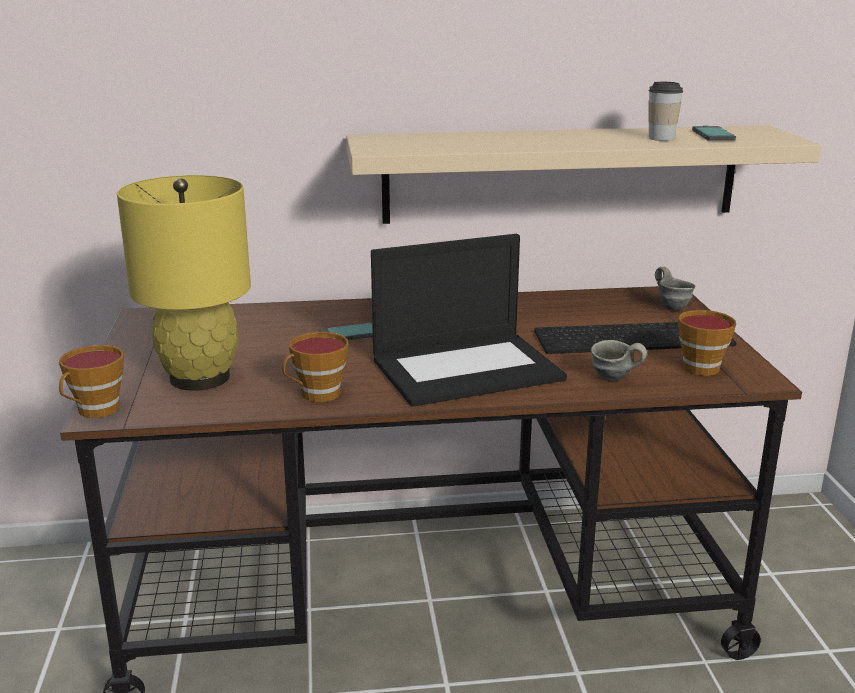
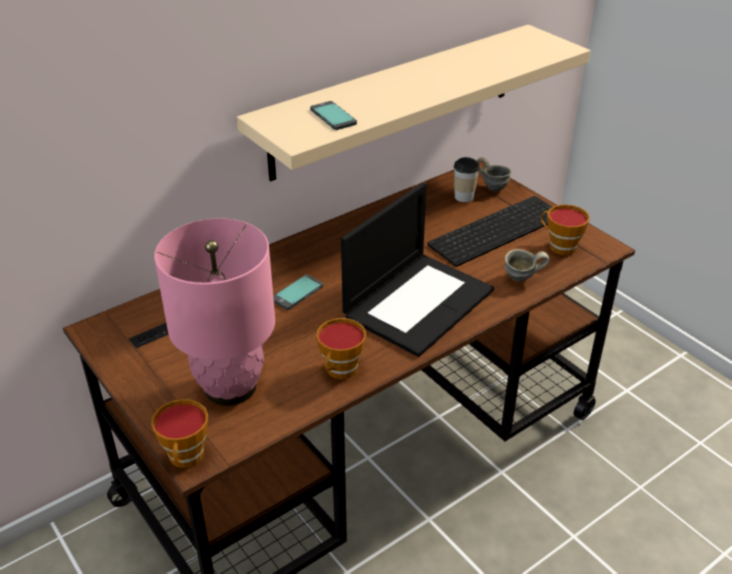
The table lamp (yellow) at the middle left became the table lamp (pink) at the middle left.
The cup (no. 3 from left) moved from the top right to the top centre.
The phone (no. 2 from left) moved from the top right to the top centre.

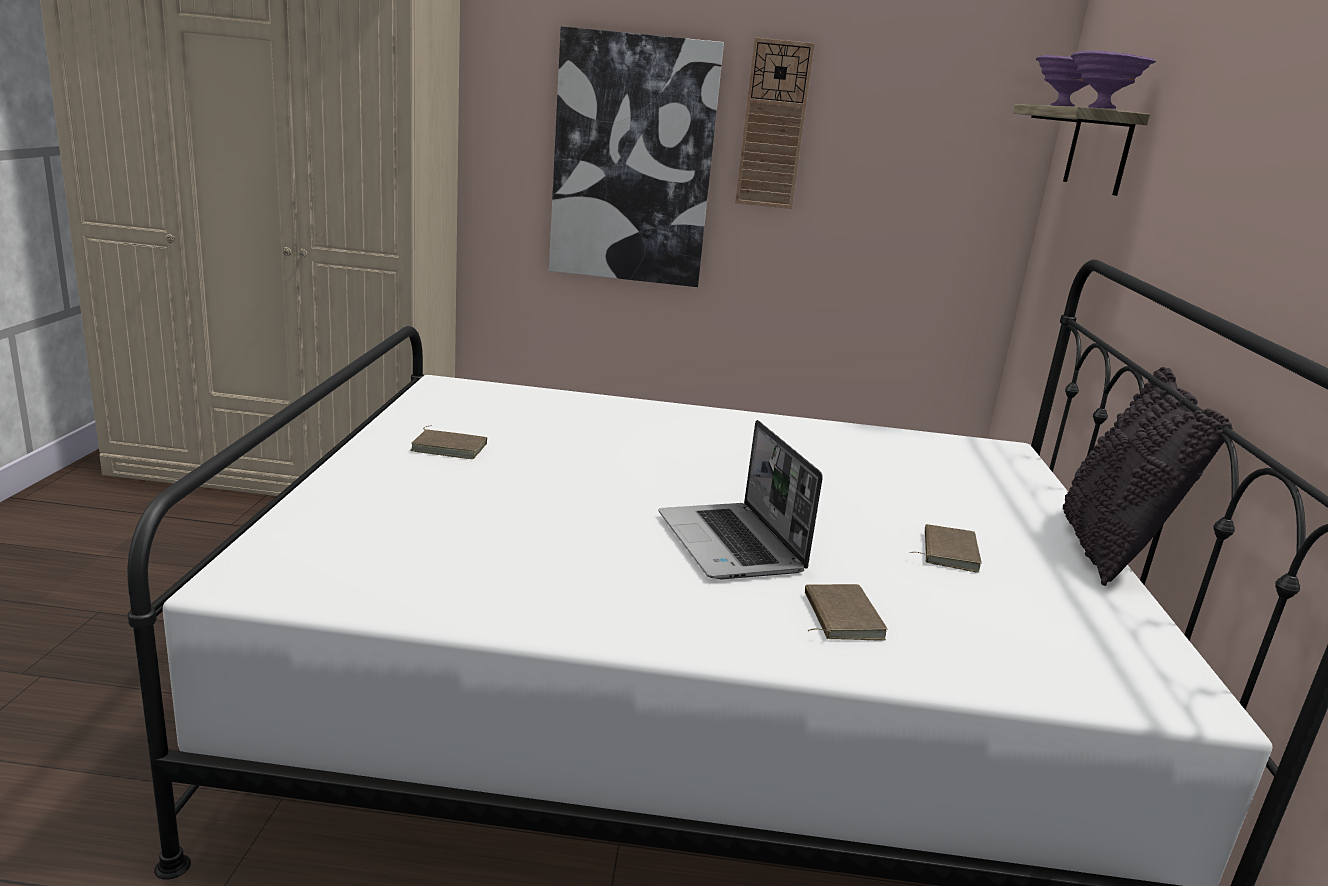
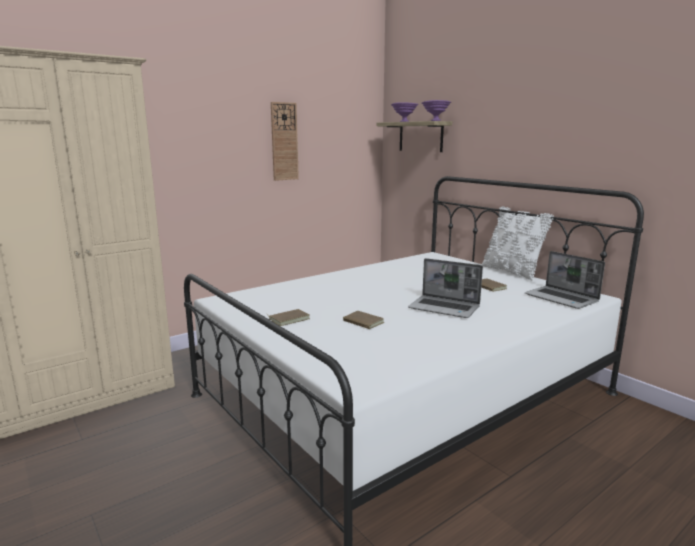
The picture at the top centre disappeared.
The book (brown) (no. 2 from left) moved from the bottom centre to the centre.
The pillow (black) at the middle right became the pillow (white) at the middle right.
The laptop (no. 2 from left) at the middle right appeared.

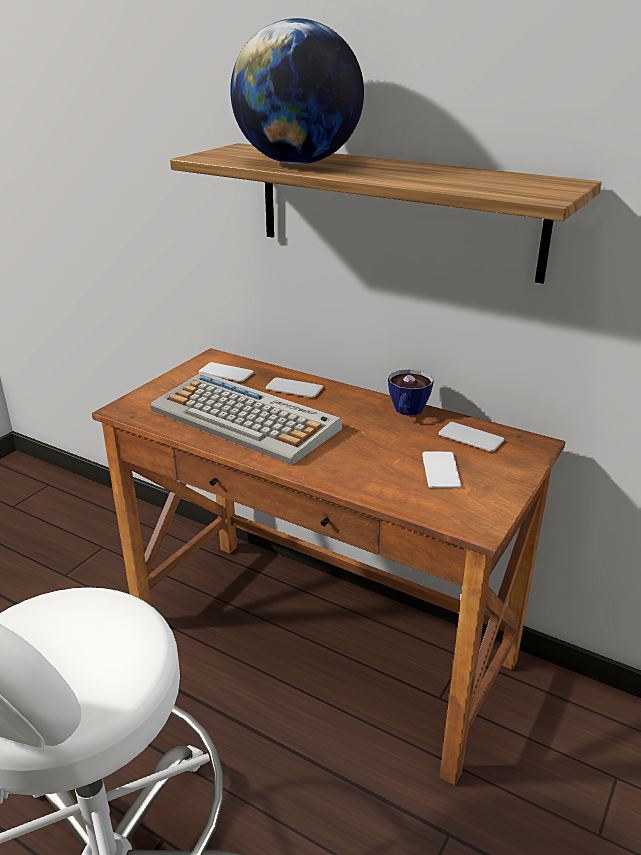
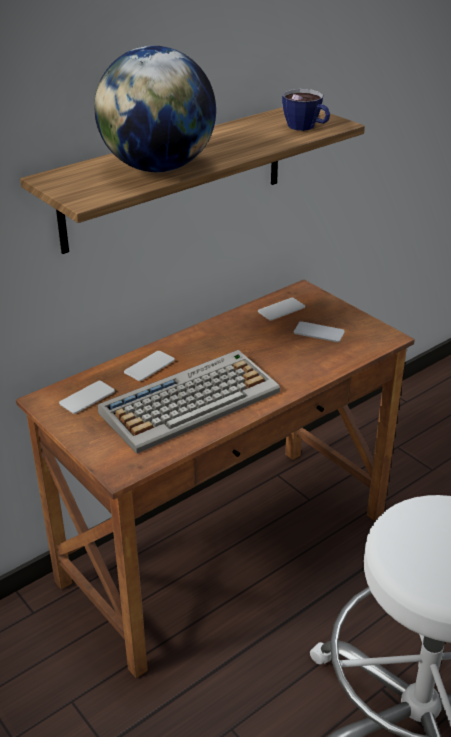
The cup moved from the centre to the top right.

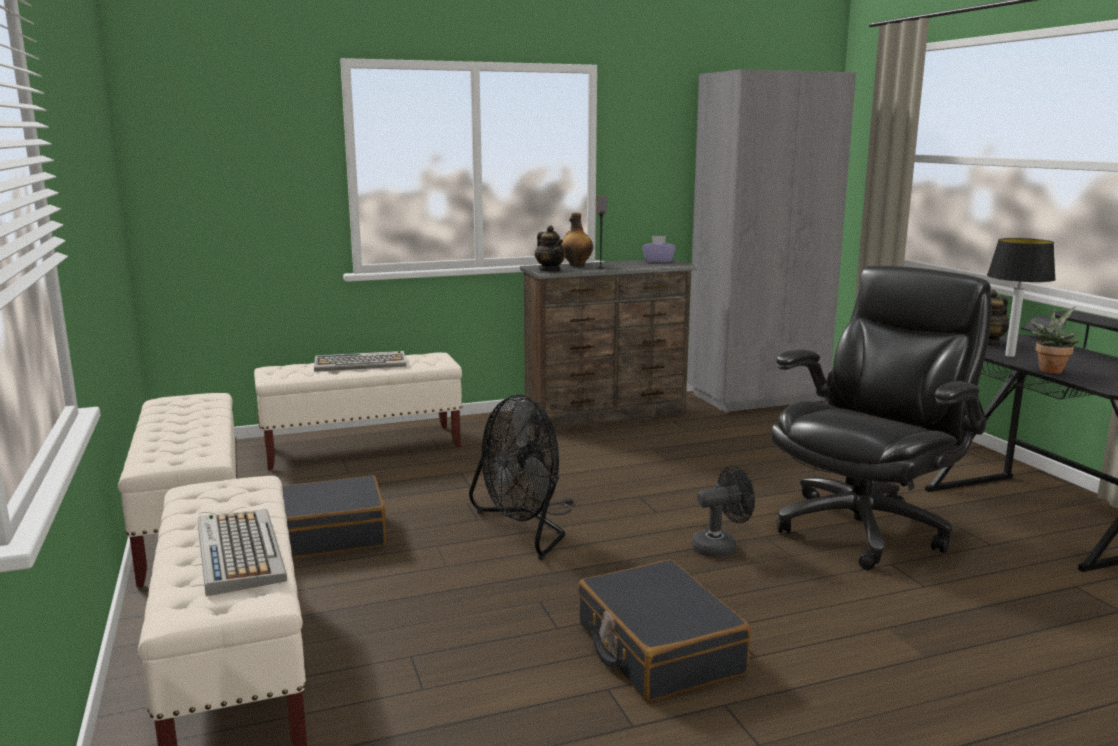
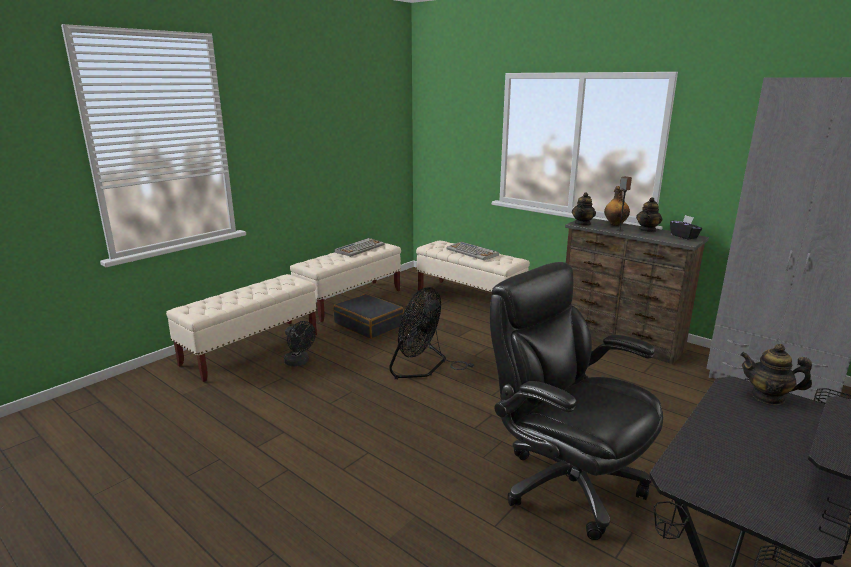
The keyboard (no. 1 from left) moved from the bottom left to the centre.
The suitcase (black) (no. 2 from left) at the bottom centre disappeared.
The tissue box (purple) at the centre became the tissue box (black) at the middle right.
The fan (black) (no. 2 from left in the first image) moved from the bottom centre to the centre.
The office chair (black) at the middle right turned 150 degrees counterclockwise.
The table lamp at the middle right disappeared.
The potted plant at the middle right disappeared.
The teapot (no. 2 from left) at the middle right appeared.

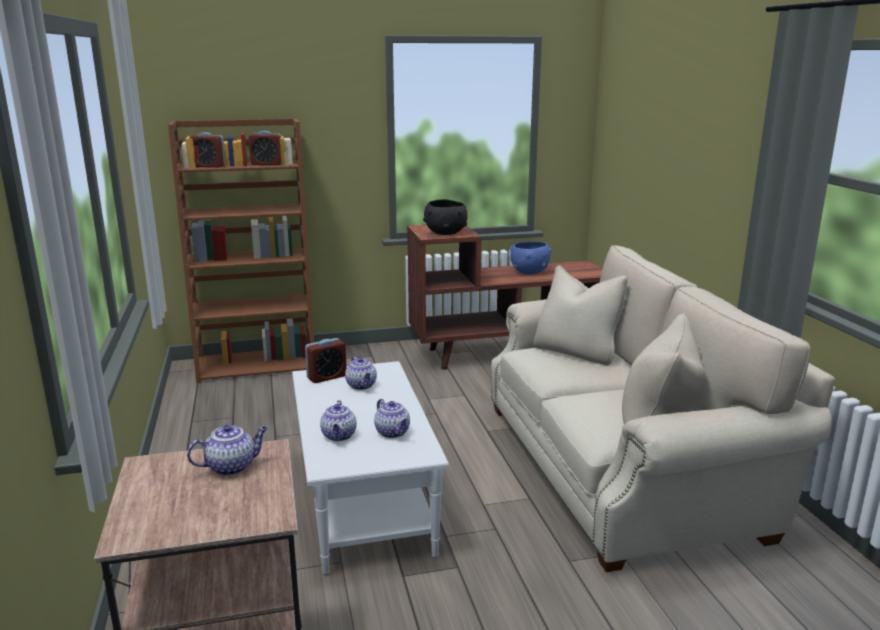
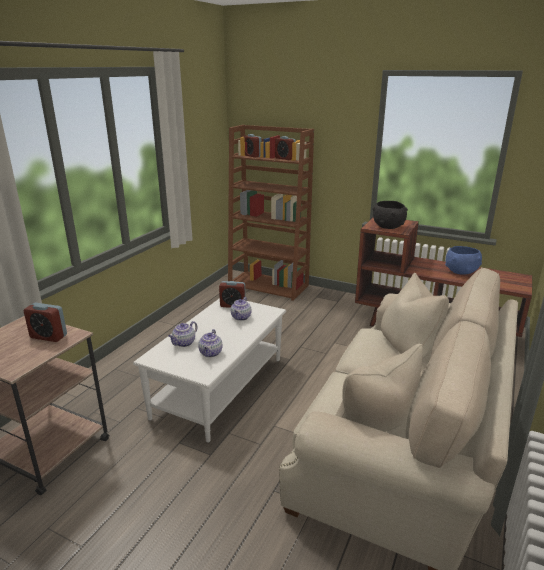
The teapot (no. 1 from left) at the bottom left was replaced by the alarm clock (no. 1 from left) at the middle left.

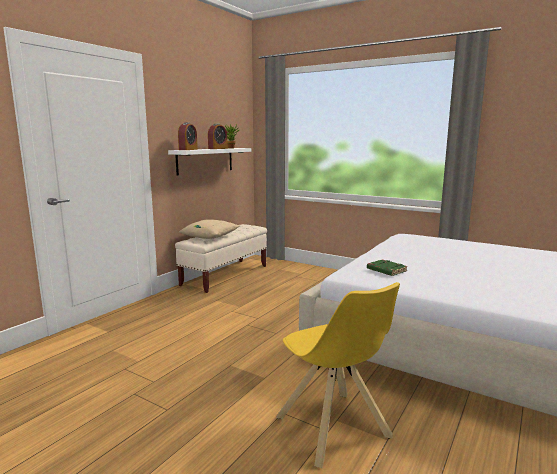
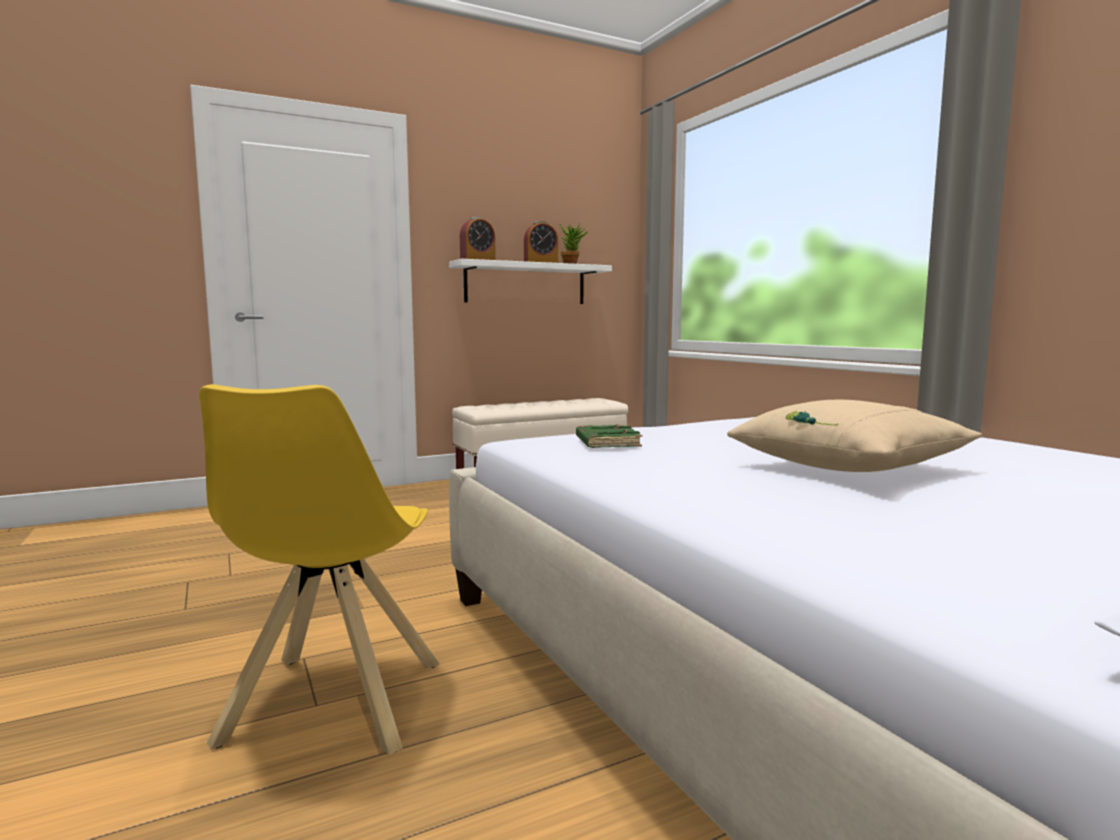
The pillow (beige) moved from the centre to the middle right.

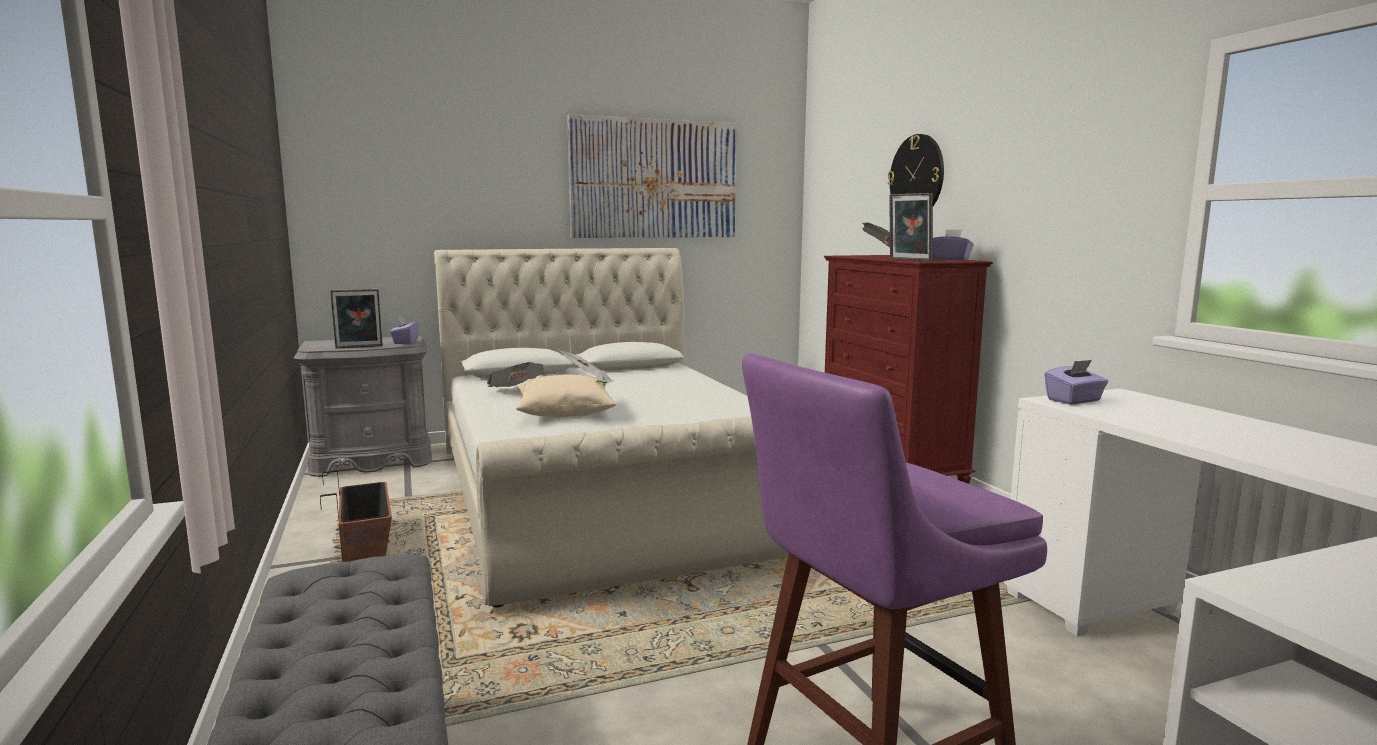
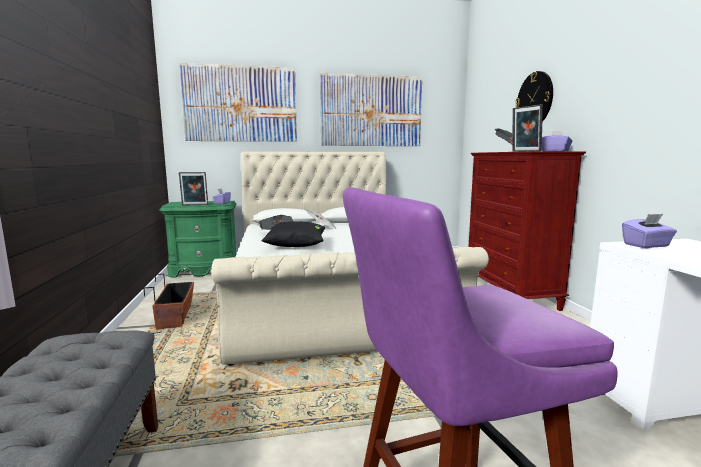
The nightstand (grey) at the middle left became the nightstand (green) at the middle left.
The pillow (beige) at the centre became the pillow (black) at the centre.
The picture (no. 1 from left) at the top centre appeared.

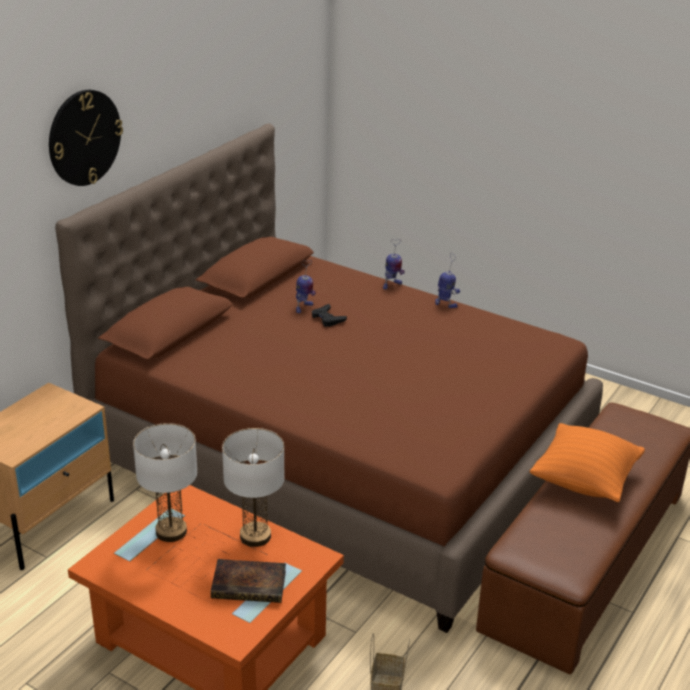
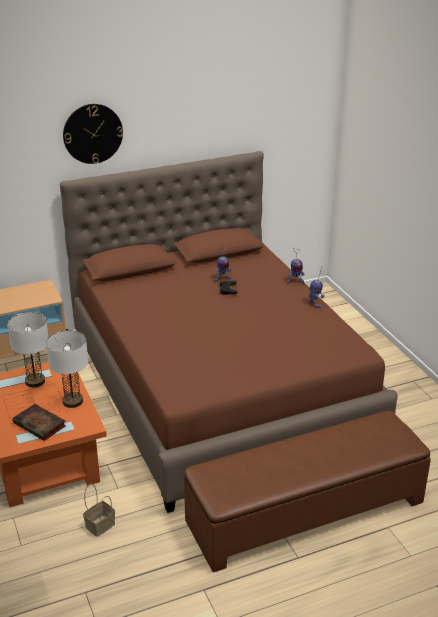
The pillow (orange) at the bottom right disappeared.

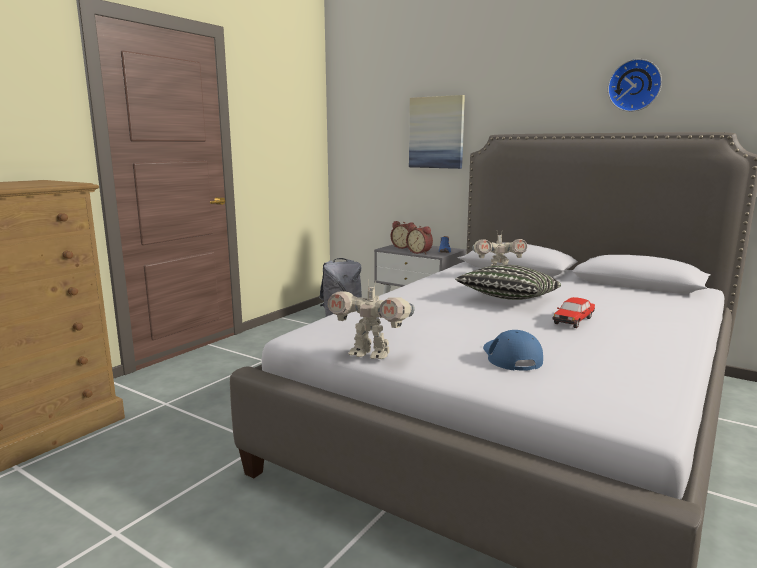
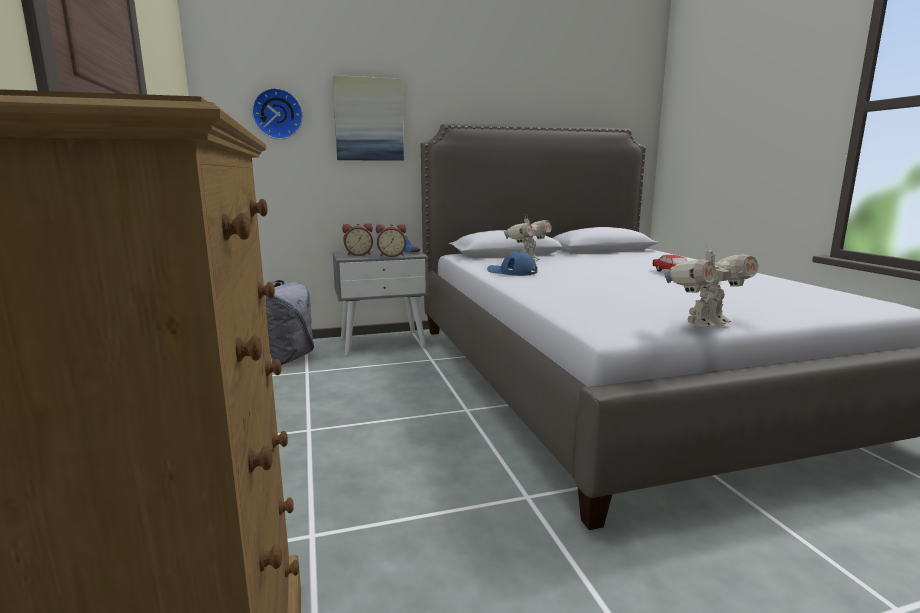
The pillow at the middle right disappeared.
The cap (blue) moved from the middle right to the centre.
The wall clock moved from the top right to the top left.

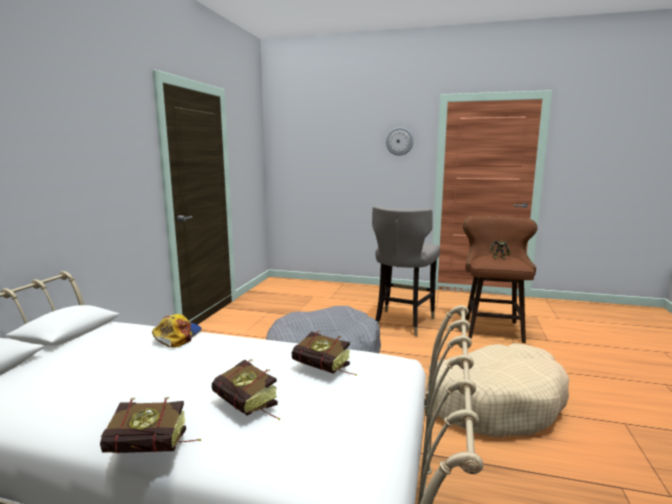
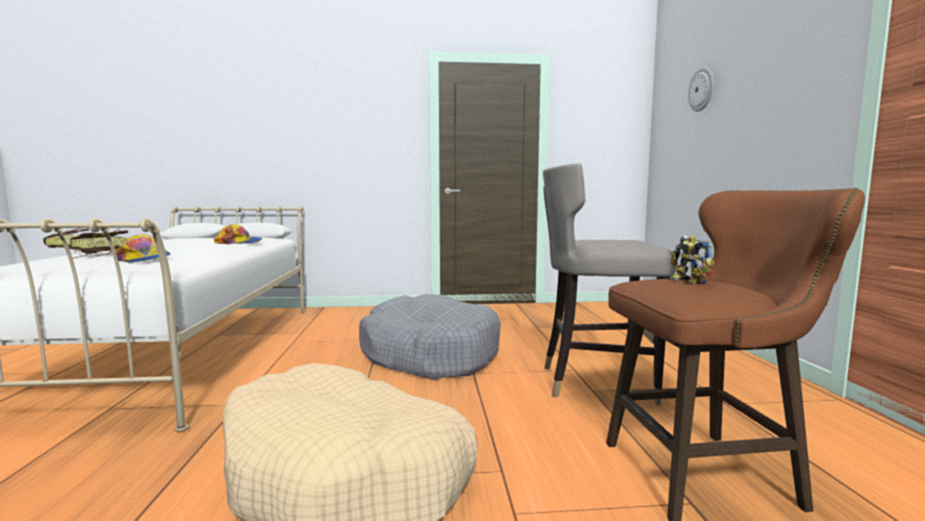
The book (no. 3 from left) at the bottom centre was replaced by the cap (no. 1 from left) at the middle left.
The wall clock moved from the top centre to the top right.

